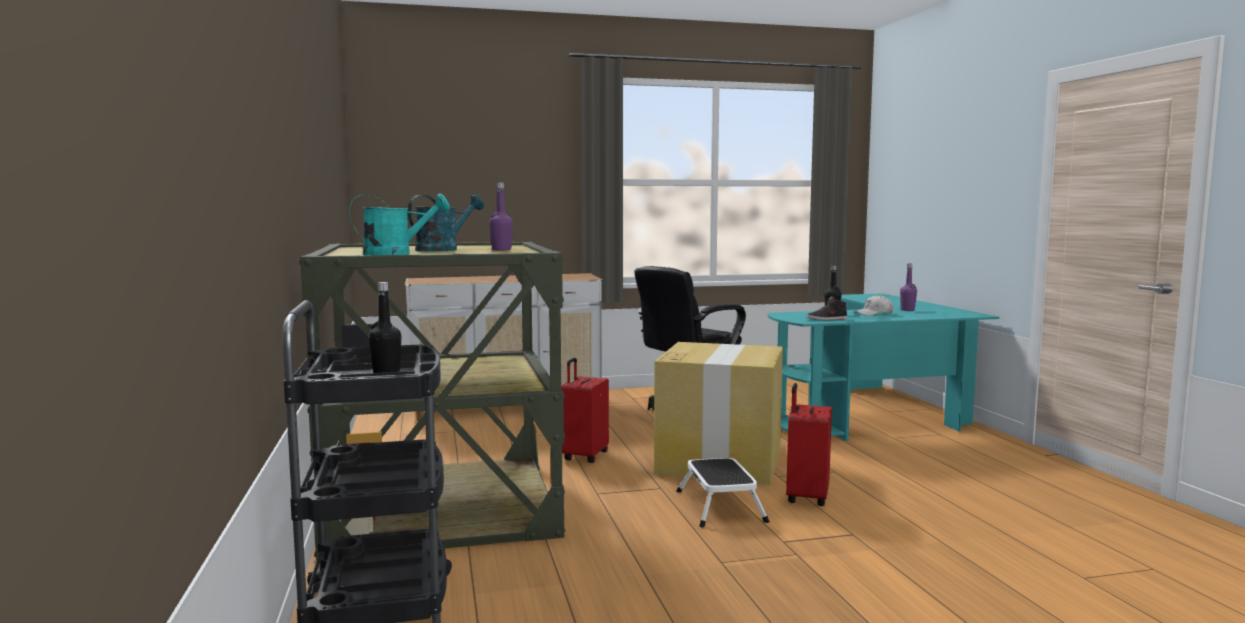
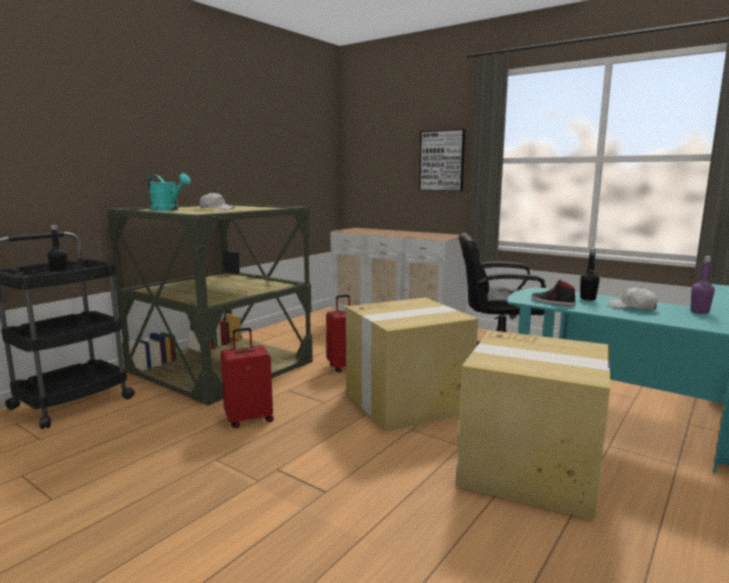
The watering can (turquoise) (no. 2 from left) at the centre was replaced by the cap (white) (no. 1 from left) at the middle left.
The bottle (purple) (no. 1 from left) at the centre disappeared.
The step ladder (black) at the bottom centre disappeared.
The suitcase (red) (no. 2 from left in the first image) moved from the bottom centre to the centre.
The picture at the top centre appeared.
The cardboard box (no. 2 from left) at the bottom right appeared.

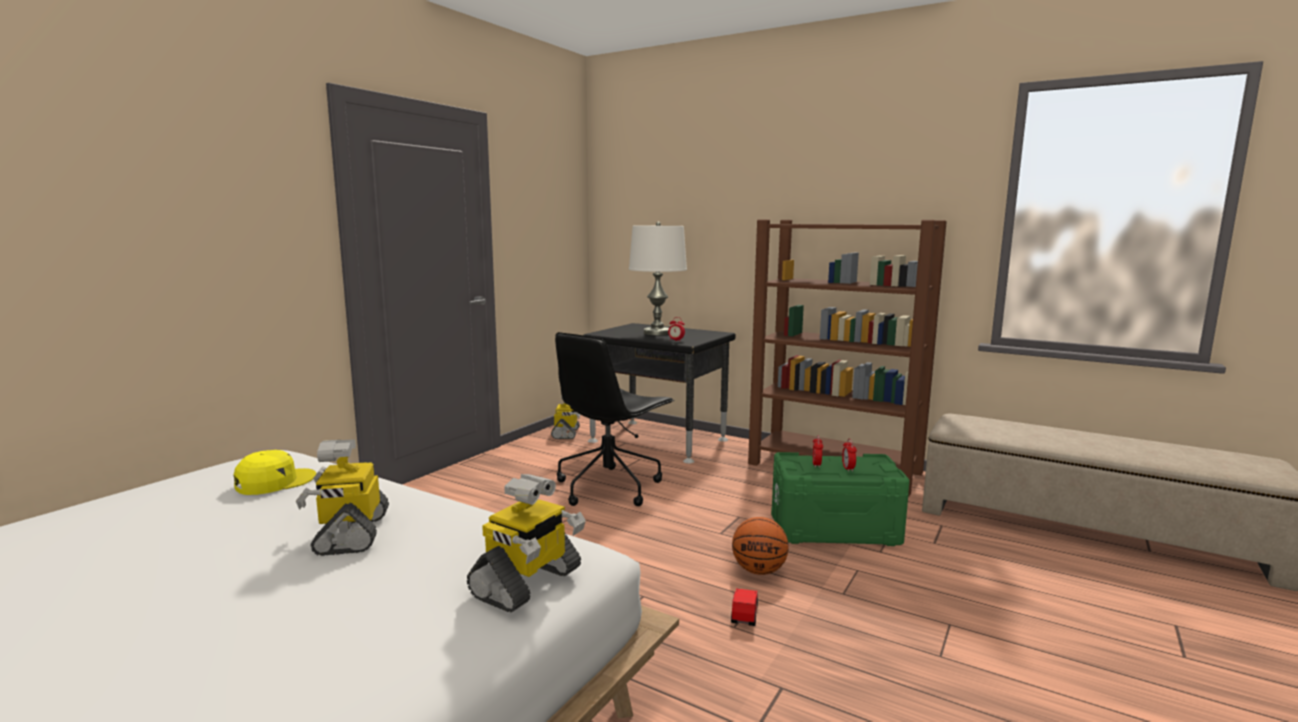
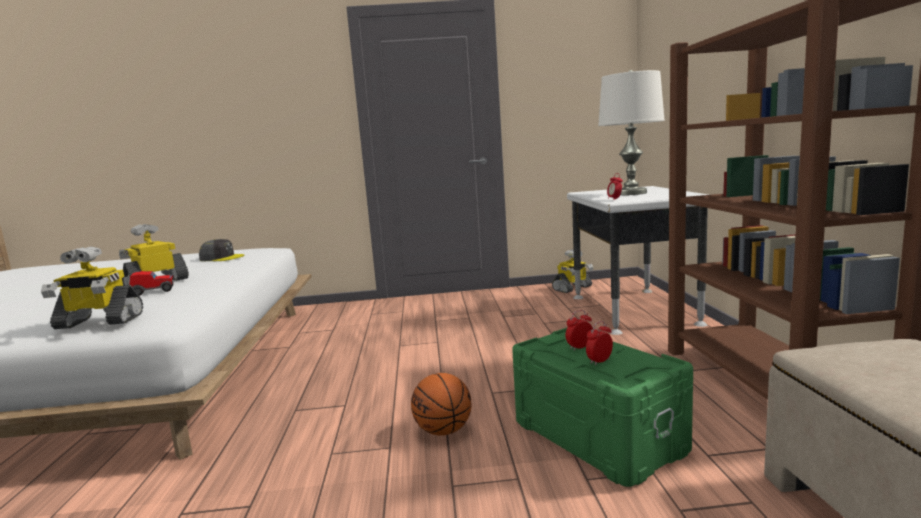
The cap (yellow) at the middle left became the cap (grey) at the middle left.
The office chair (black) at the centre disappeared.
The desk (black) at the centre became the desk (white) at the middle right.
The toy car moved from the bottom centre to the middle left.

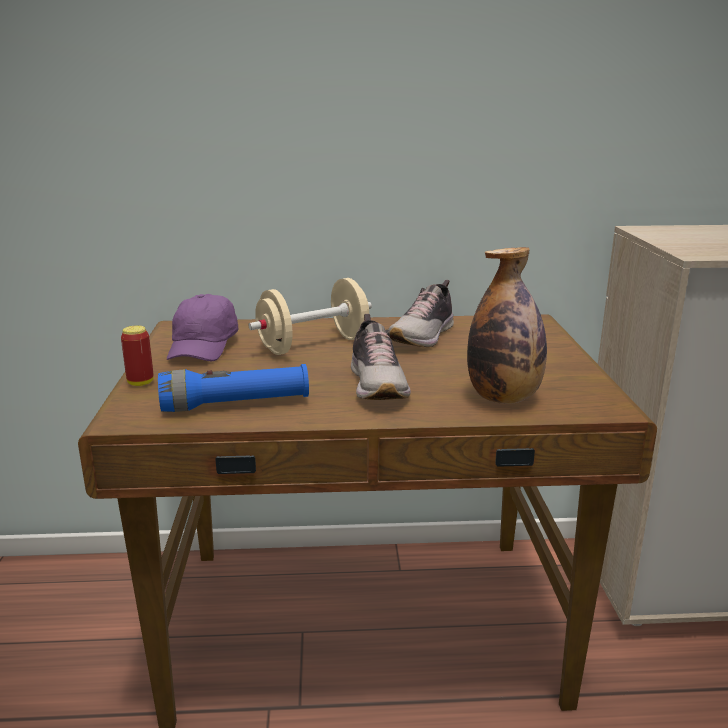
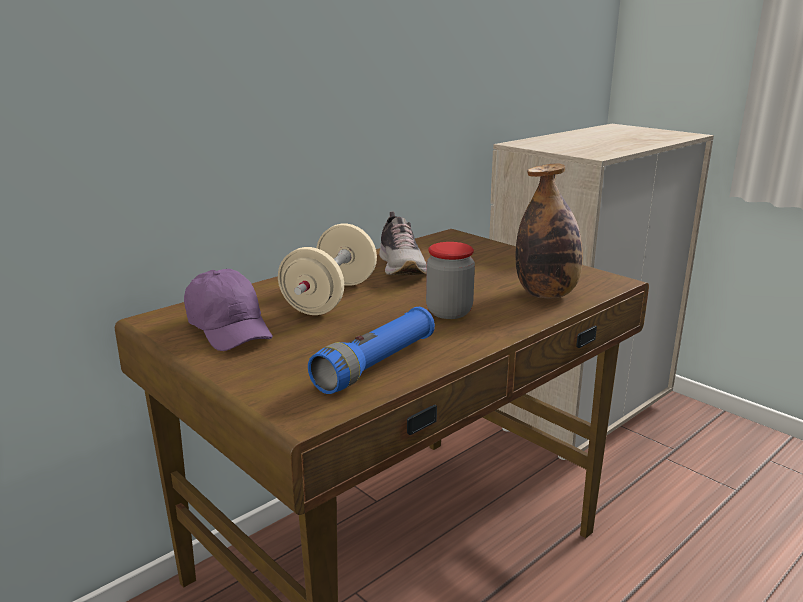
The can at the middle left disappeared.
The shoe (no. 1 from left) at the centre was replaced by the jar at the centre.

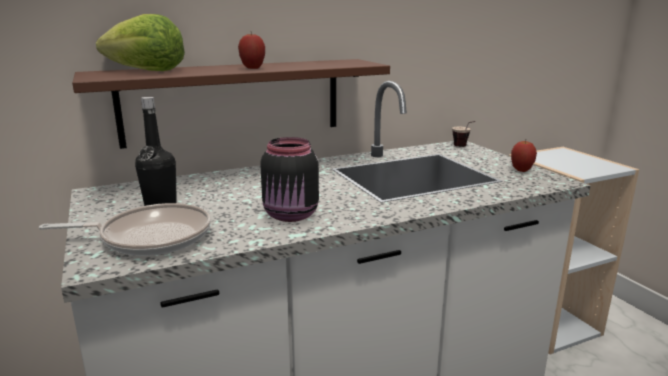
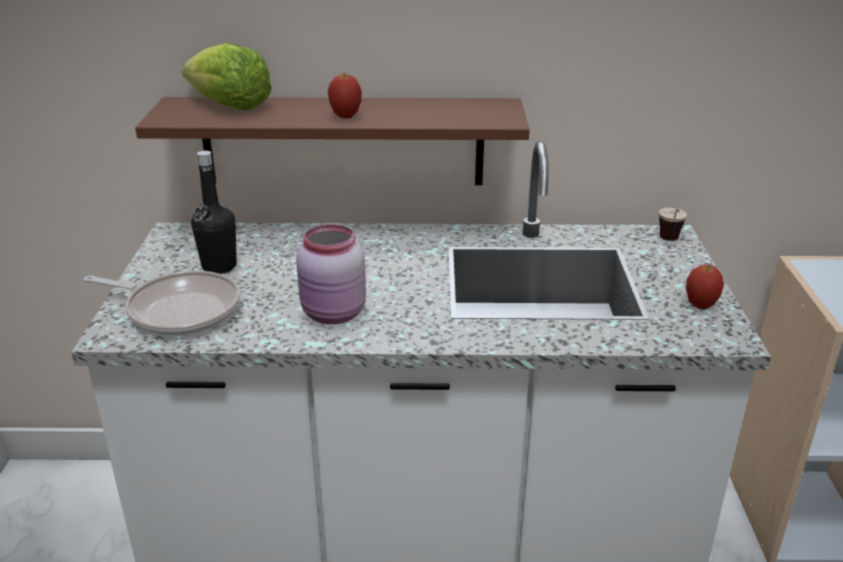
The jar (black) at the centre became the jar (pink) at the centre.

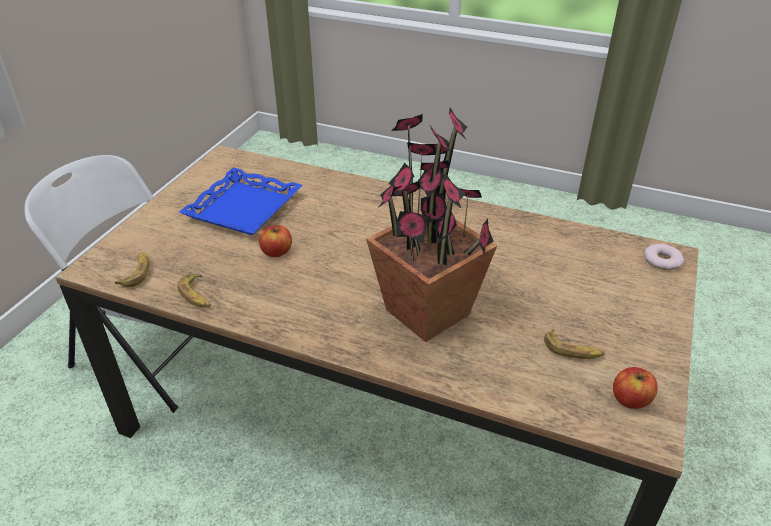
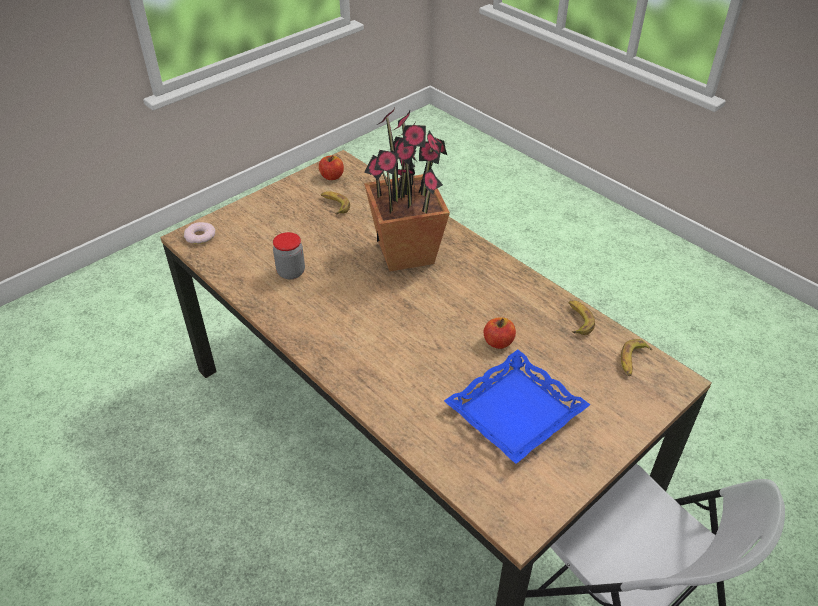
The jar at the centre appeared.

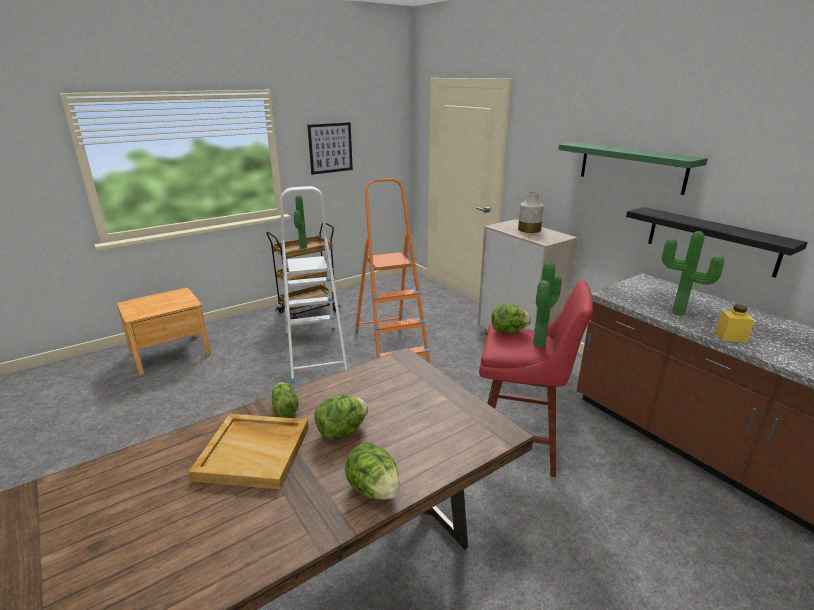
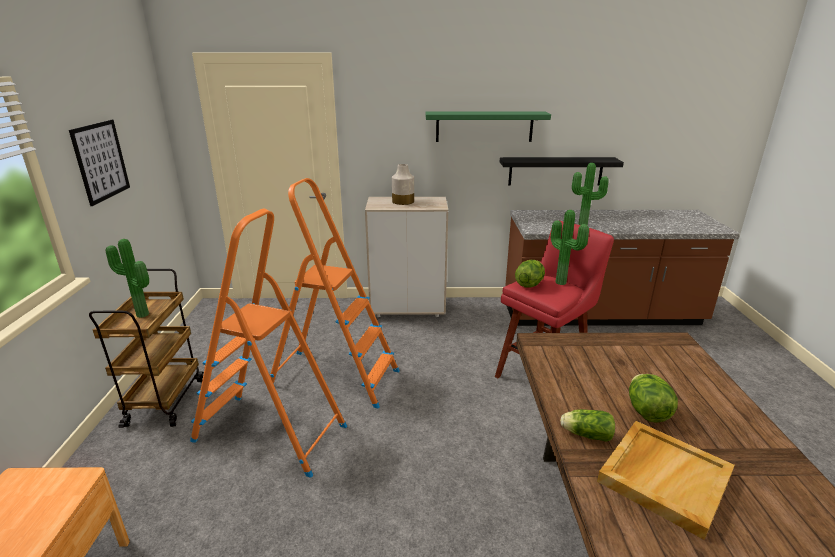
The step ladder (white) at the centre became the step ladder (orange) (no. 1 from left) at the middle left.
The lettuce (no. 3 from left) at the bottom centre disappeared.
The jar (yellow) at the middle right disappeared.

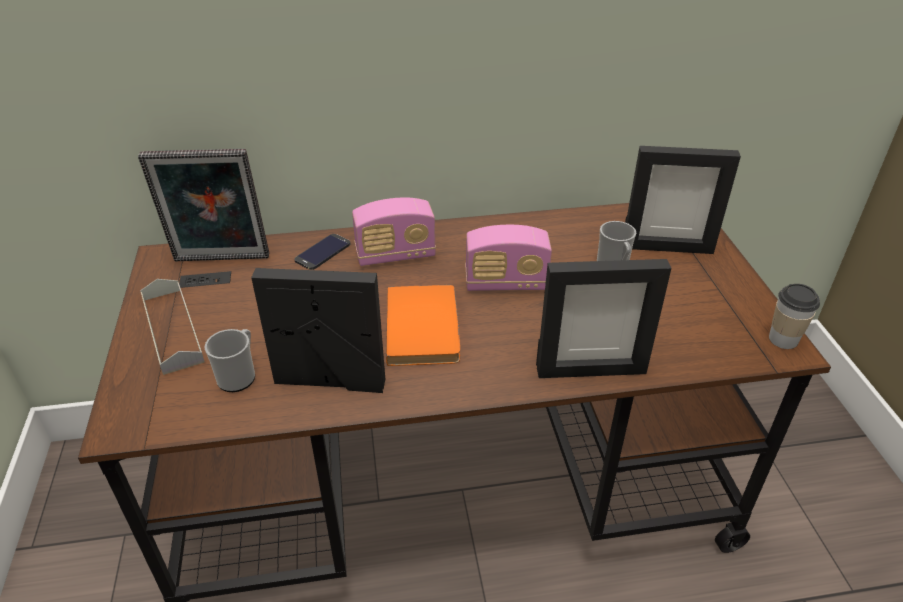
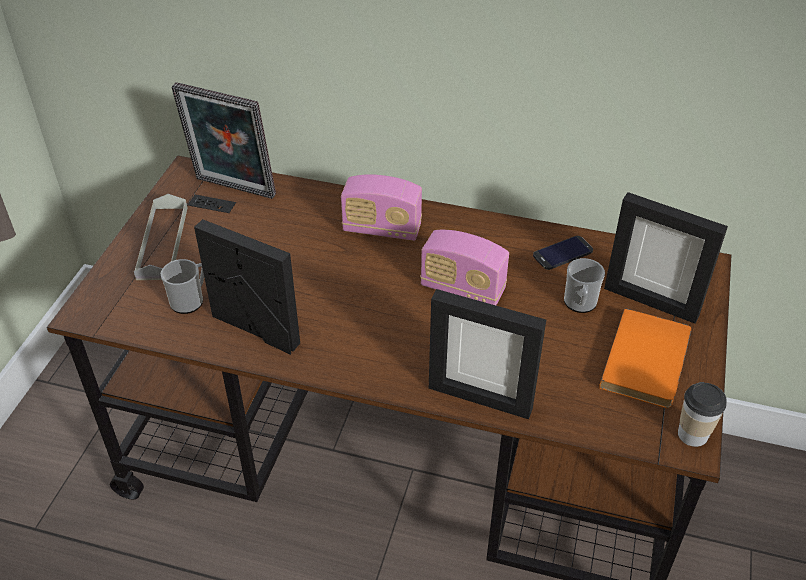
The phone moved from the centre to the middle right.
The book (orange) moved from the centre to the middle right.

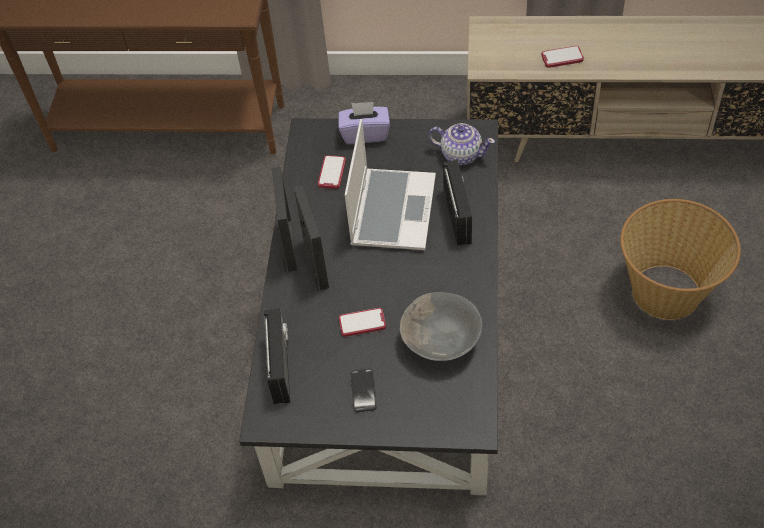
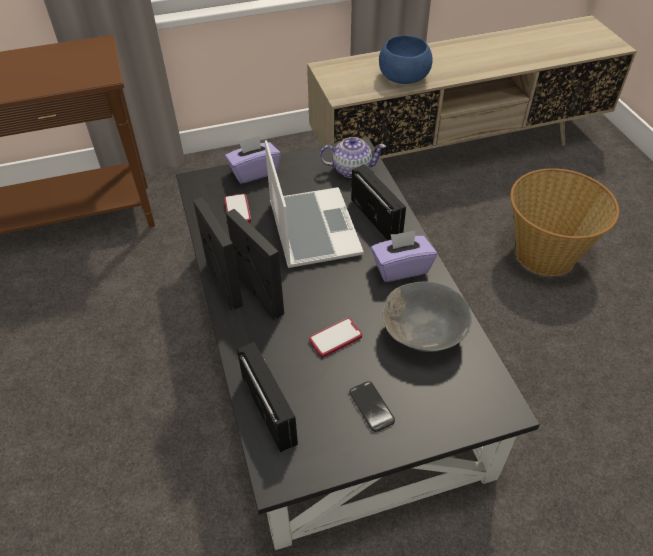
The phone (no. 4 from left) at the top right was replaced by the bowl (blue) at the top centre.
The tissue box (purple) (no. 2 from left) at the centre appeared.

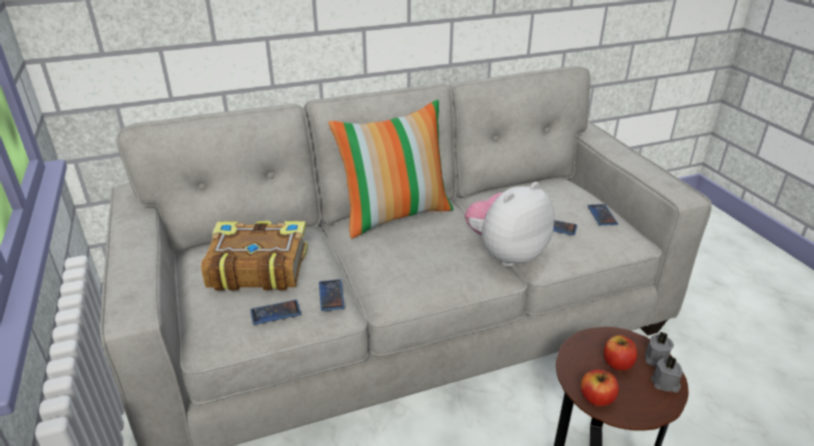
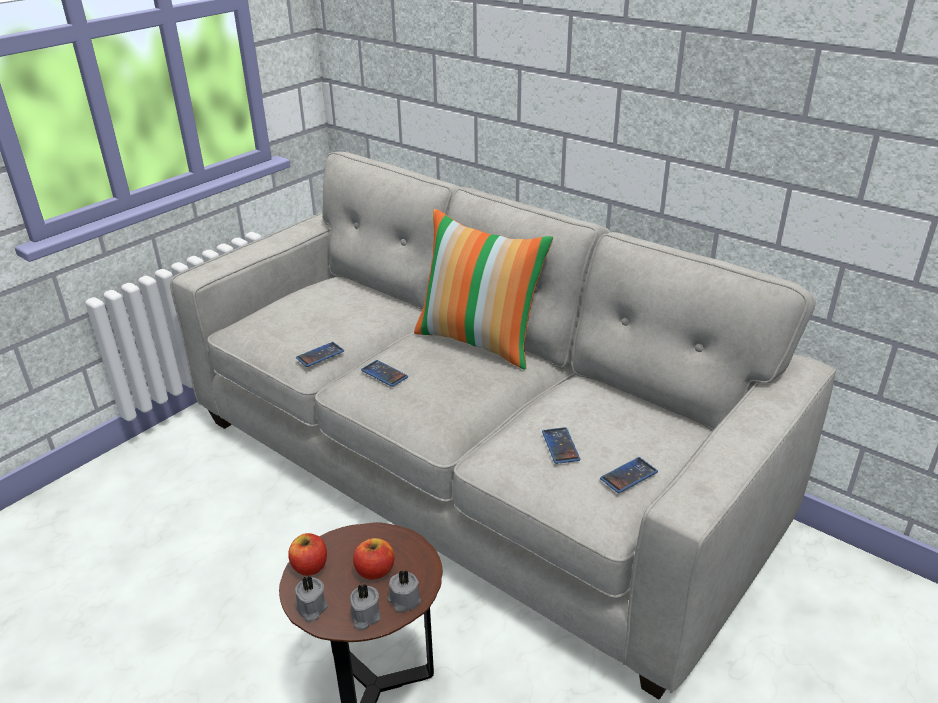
The book at the middle left disappeared.
The phone (no. 1 from left in the first image) moved from the bottom centre to the centre.
The plush toy at the centre disappeared.
The candle (grey) (no. 1 from left) at the bottom left appeared.

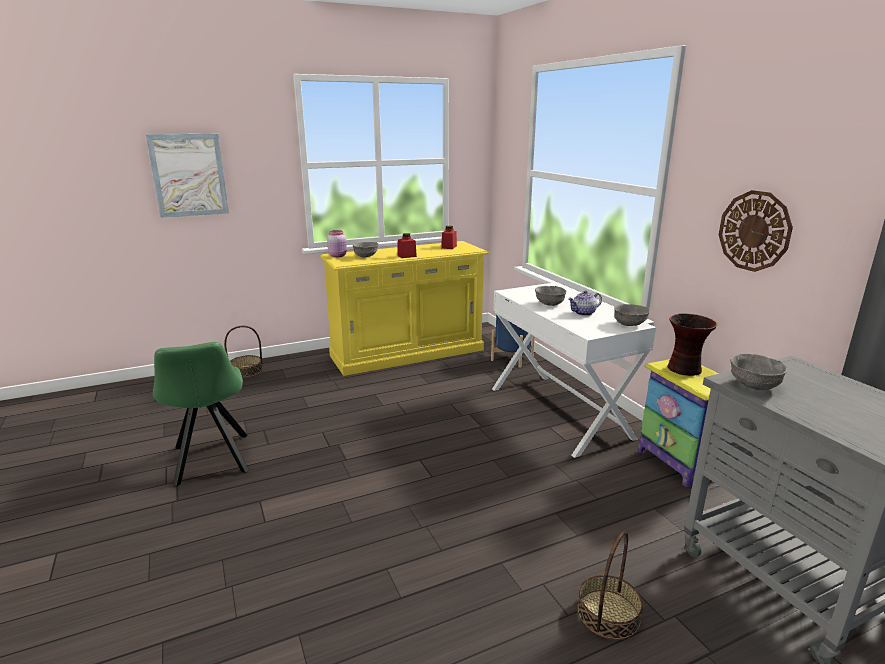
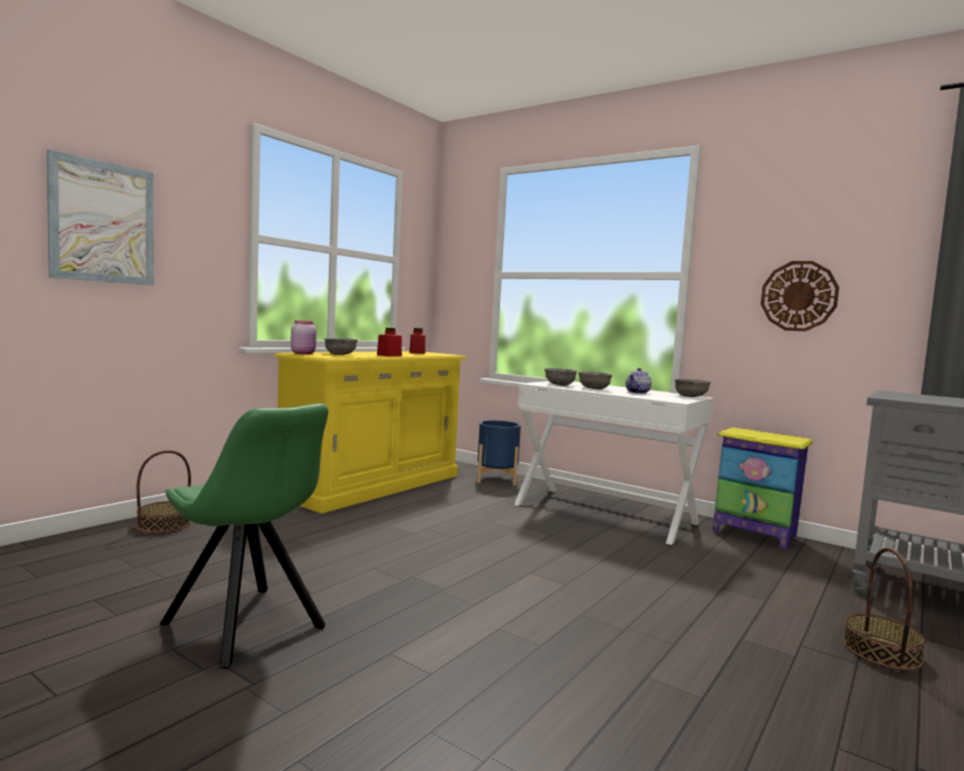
The vase at the middle right disappeared.
The bowl (grey) (no. 4 from left in the first image) moved from the middle right to the centre.

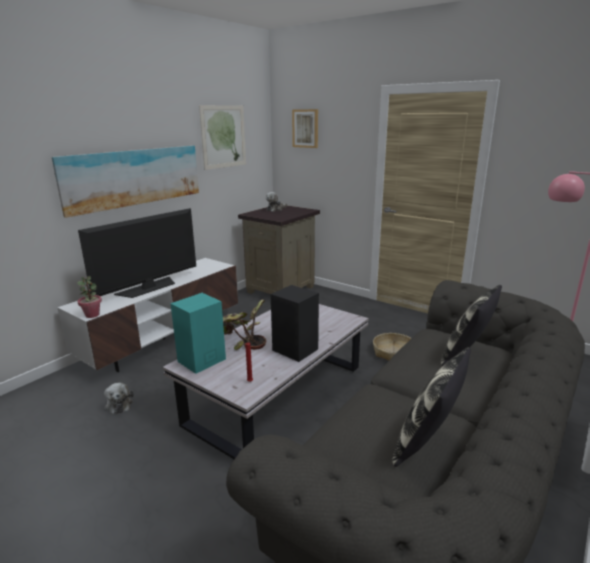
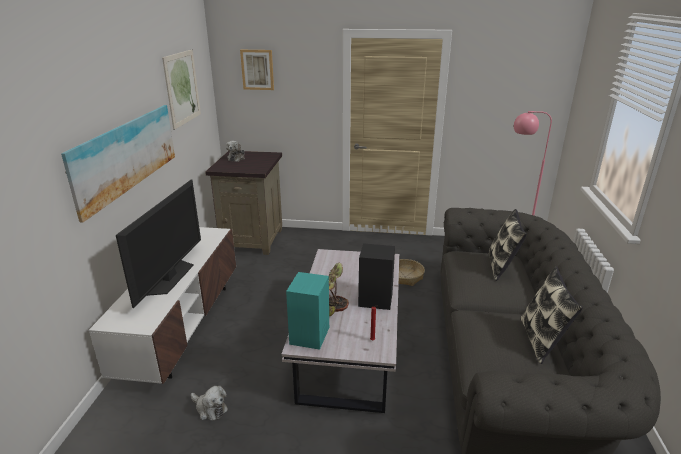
The potted plant (no. 1 from left) at the middle left disappeared.

